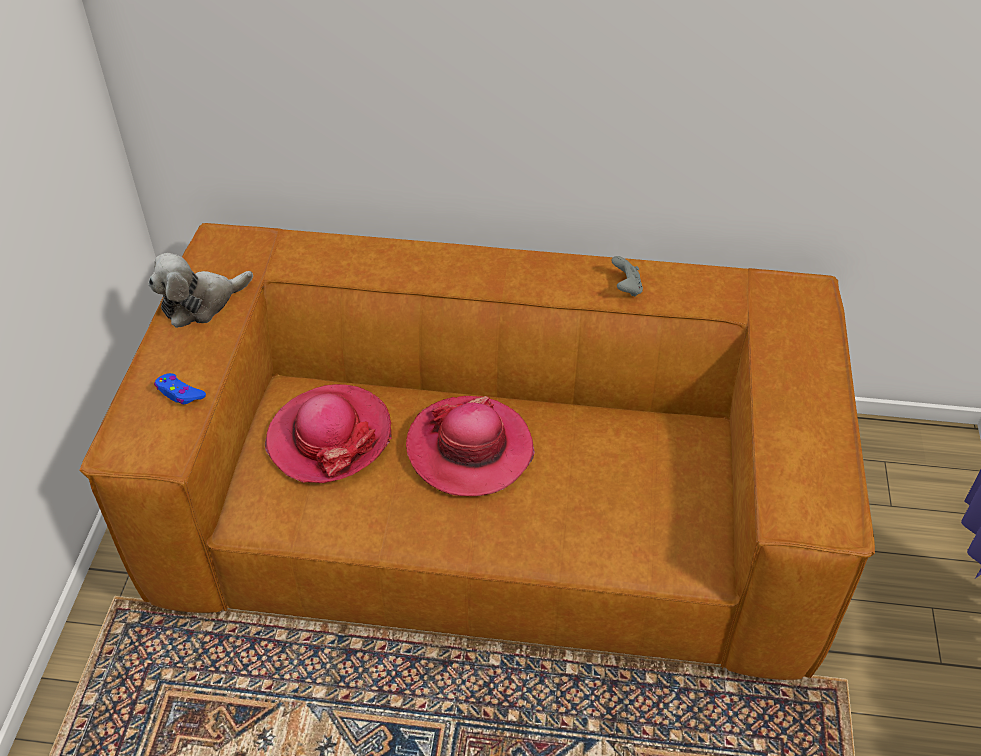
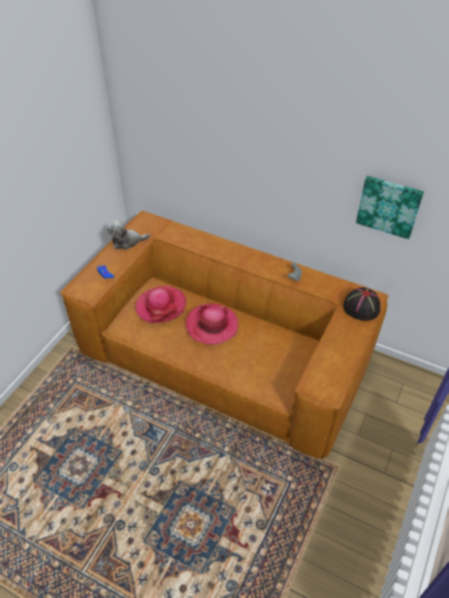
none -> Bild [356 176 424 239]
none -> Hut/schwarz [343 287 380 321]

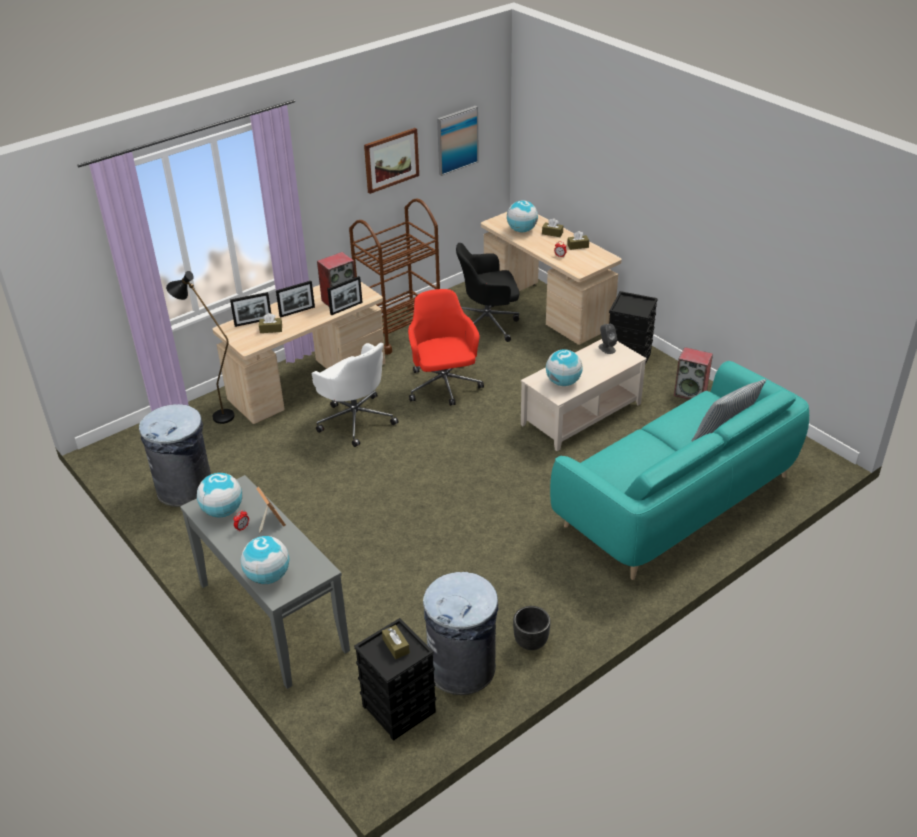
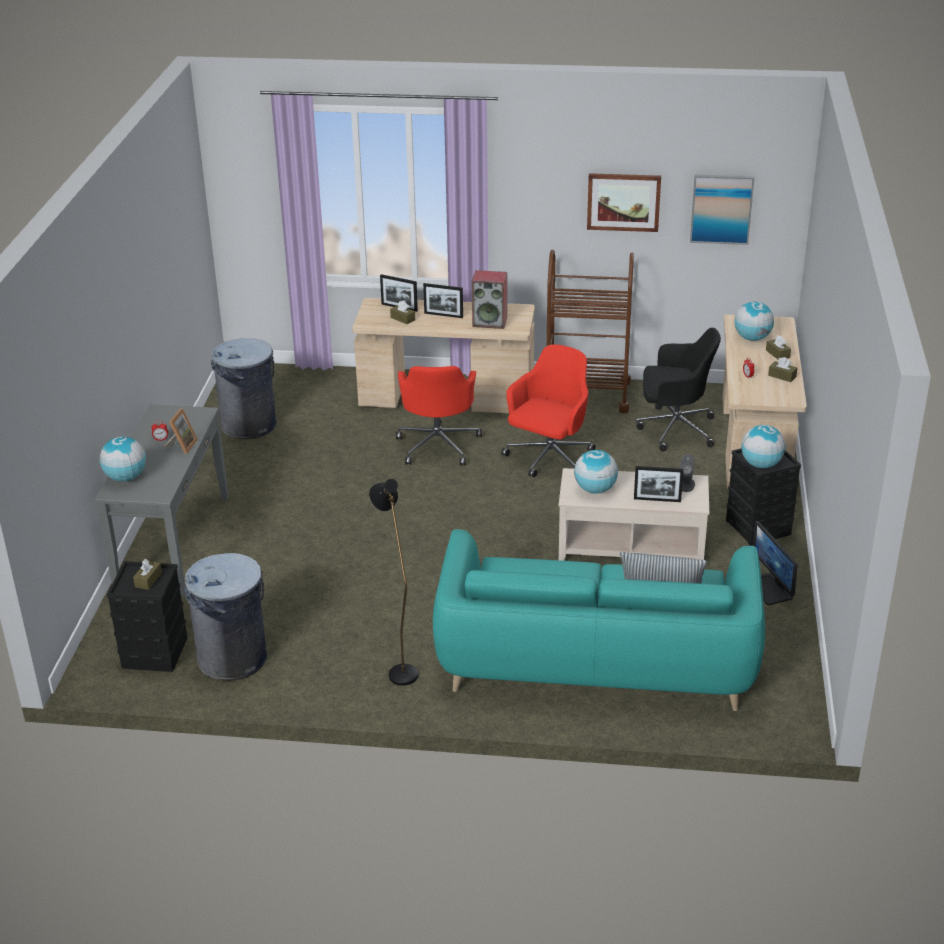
Bürostuhl/schwarz [456 243 519 342] -> Bürostuhl/schwarz [636 328 721 452], 150 degrees clockwise
Stehlampe/schwarz [166 271 234 424] -> Stehlampe/schwarz [369 479 418 686], shifted
Bilderrahmen [327 276 363 315] -> Bilderrahmen [634 466 684 502], shifted
Bürostuhl/weiß [312 343 398 447] -> Bürostuhl/rot [396 366 482 465]
Lautsprecher [674 347 713 400] -> Monitor [753 521 798 605]
Globus [197 473 242 518] -> Globus [741 425 786 468], shifted
Pflanzkübel/schwarz [513 606 550 650] -> none

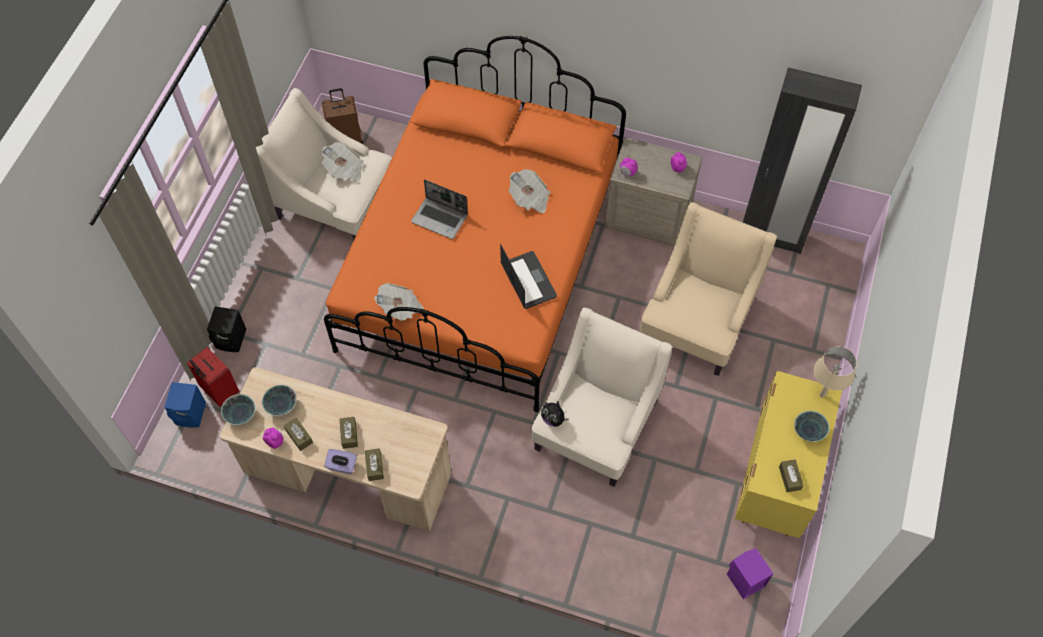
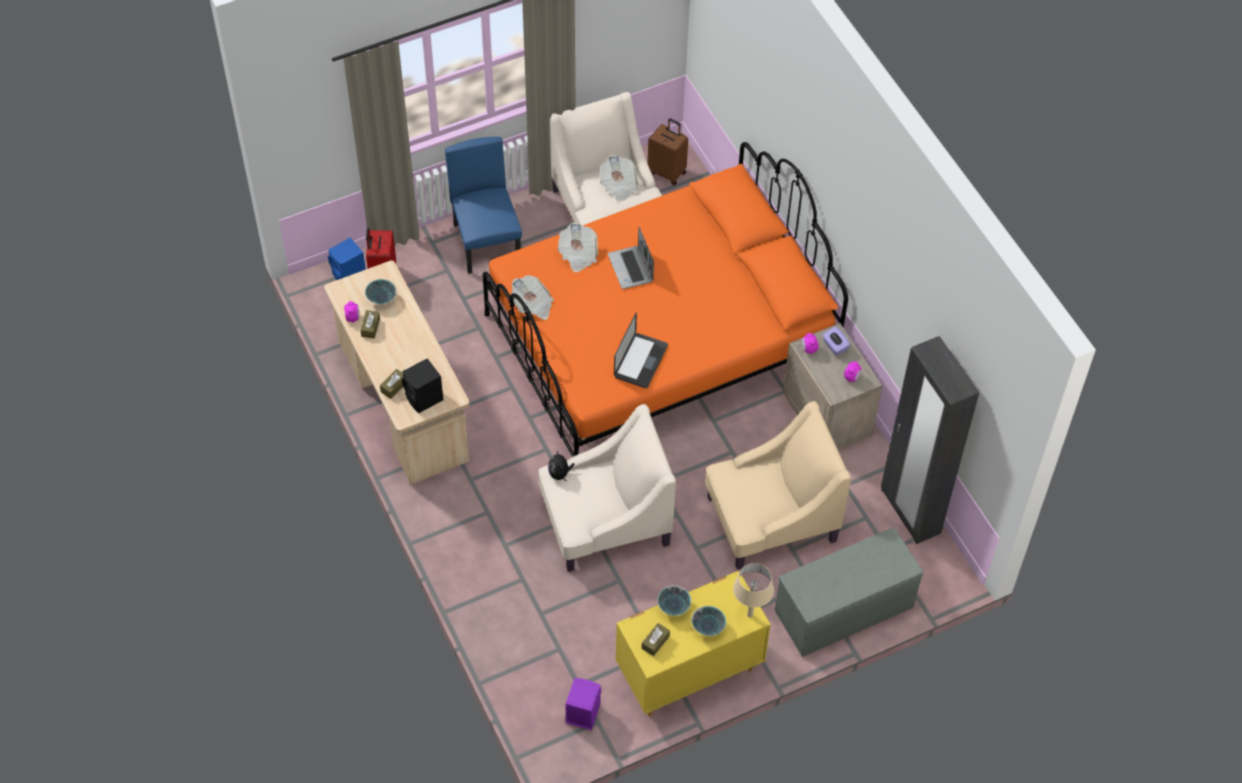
Zeitung [509 169 550 213] -> Zeitung [557 222 598 272], shifted
Lautsprecher/schwarz [207 306 246 352] -> Lautsprecher/schwarz [402 358 443 413], shifted
Schüssel [221 394 255 425] -> Schüssel [657 585 691 616], shifted
Taschentuchbox/braun [340 417 358 449] -> none
Taschentuchbox/lila [324 449 357 474] -> Taschentuchbox/lila [822 326 850 356], shifted
none -> Stuhl/blau [445 137 522 274]
none -> Bank/grau [775 527 923 657]

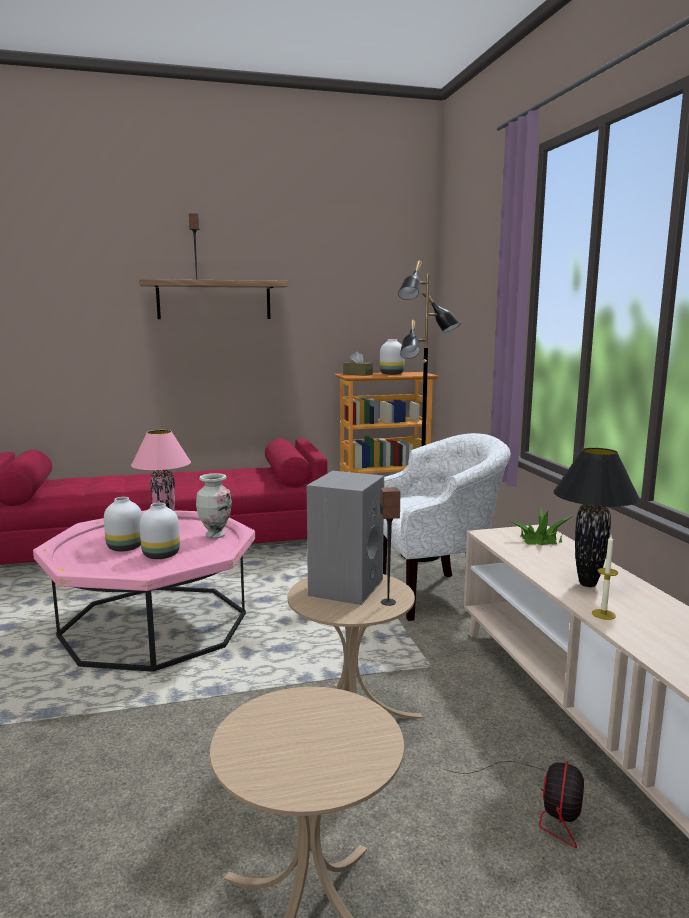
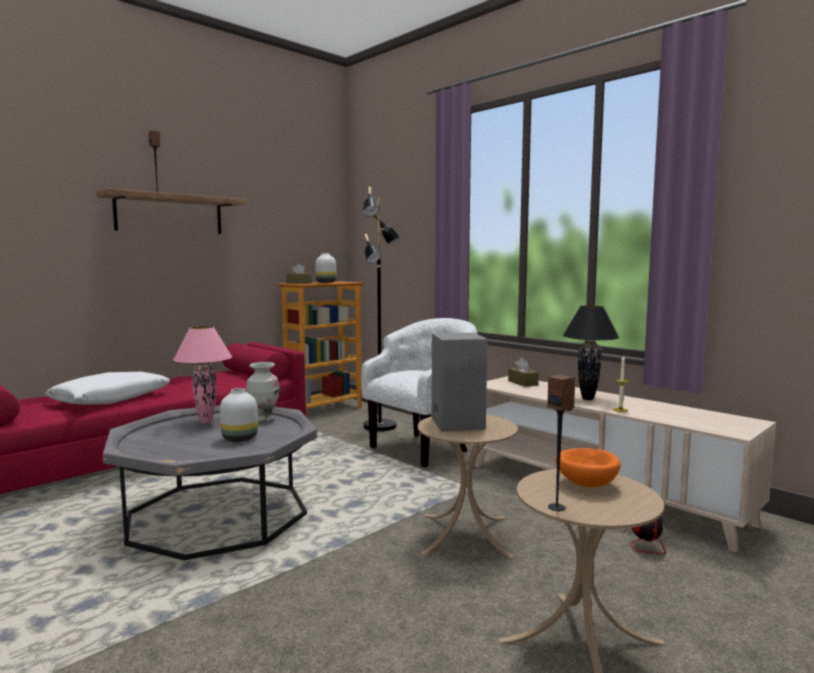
Lautsprecher [380 487 401 606] -> Lautsprecher [547 375 575 511], shifted
Vase/weiß [104 497 142 552] -> none
Topfpflanze [508 508 575 545] -> Taschentuchbox/braun [508 358 539 387]
Couchtisch/rosa [33 510 255 672] -> Couchtisch/grau [103 405 317 560]
none -> Kissen/weiß [45 372 171 405]
none -> Schüssel/orange [555 448 621 487]

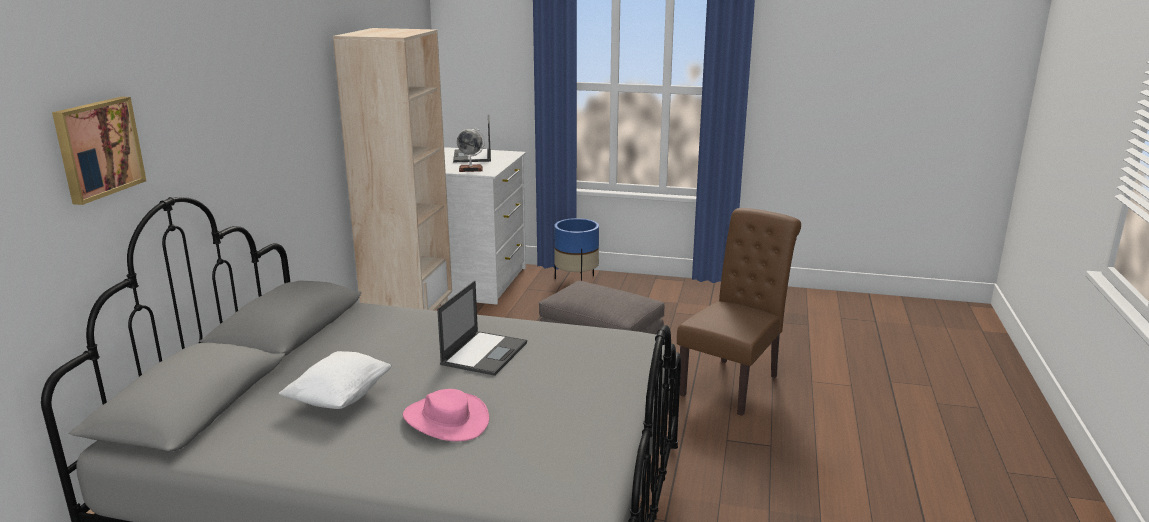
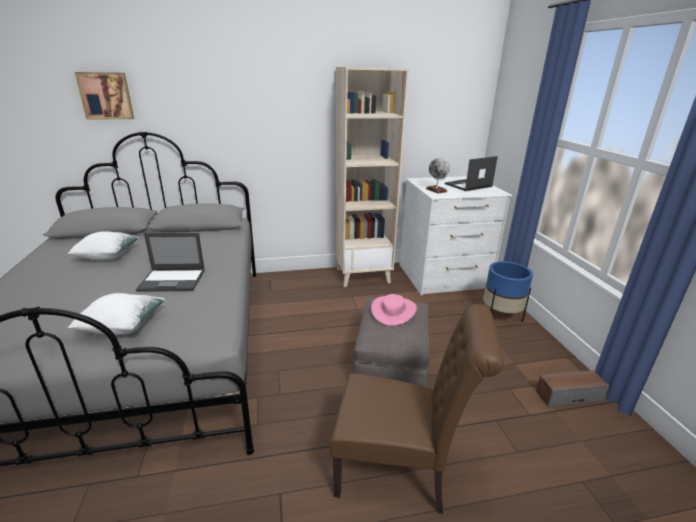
Hut/rosa [403 389 489 441] -> Hut/rosa [371 294 417 326], shifted
none -> Kissen/weiß [68 293 165 335]
none -> Lautsprecher [536 370 609 407]

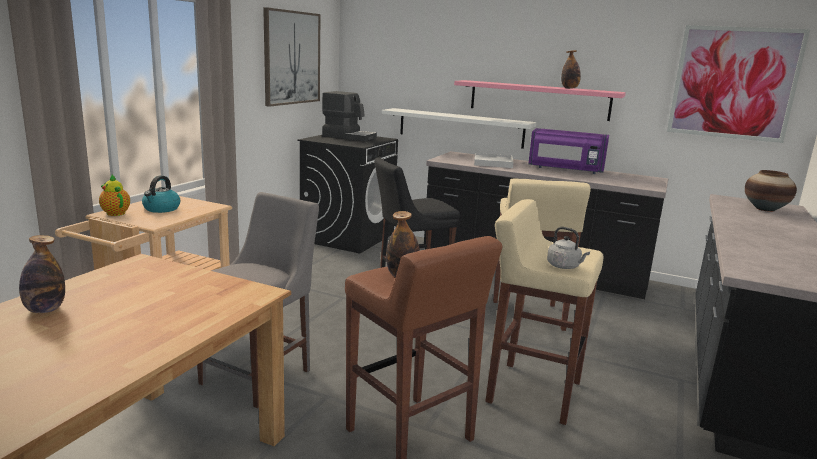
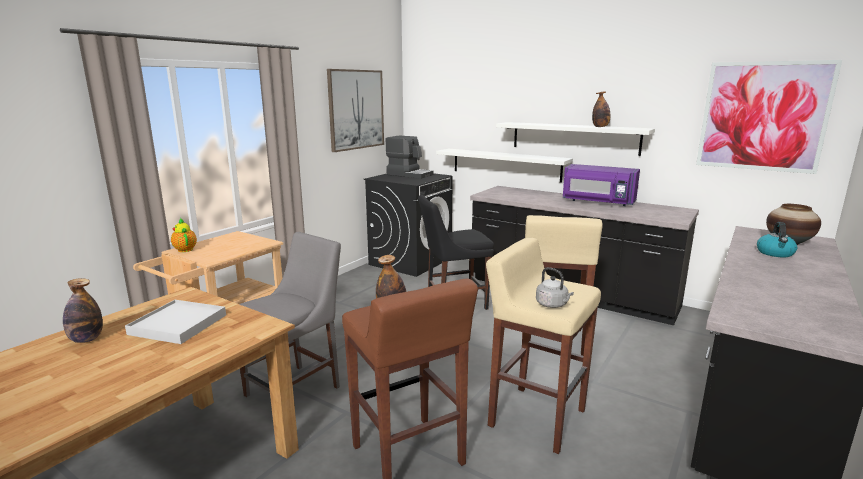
Wandregal/rosa [454 80 626 121] -> Wandregal/weiß [496 122 655 156]
Tablett/weiß [474 153 513 168] -> Tablett/weiß [125 300 226 344], shifted
Wasserkessel [142 175 180 213] -> Wasserkessel [757 222 798 257], shifted

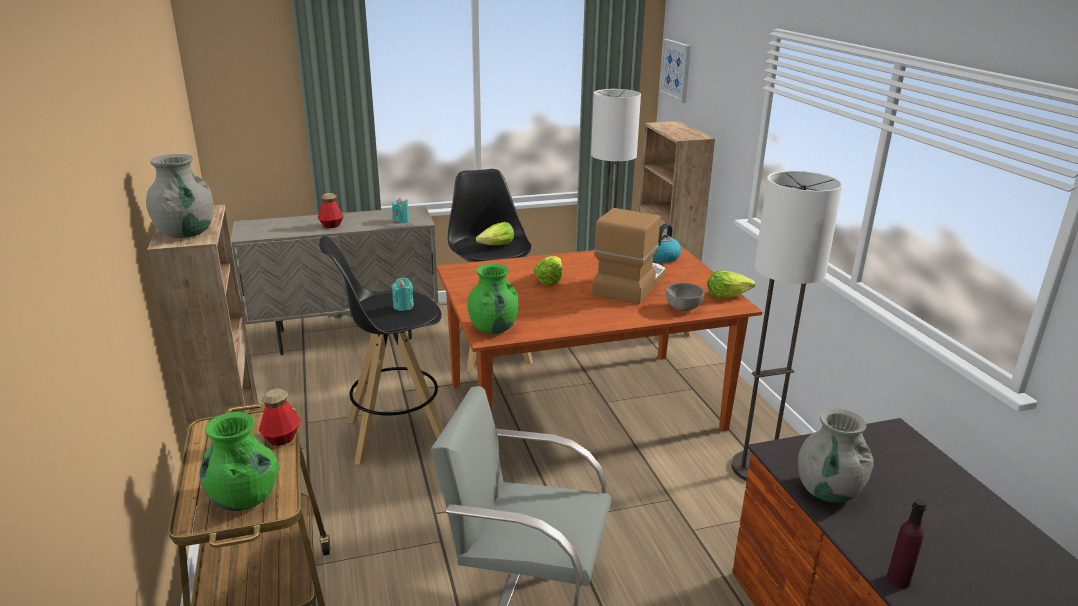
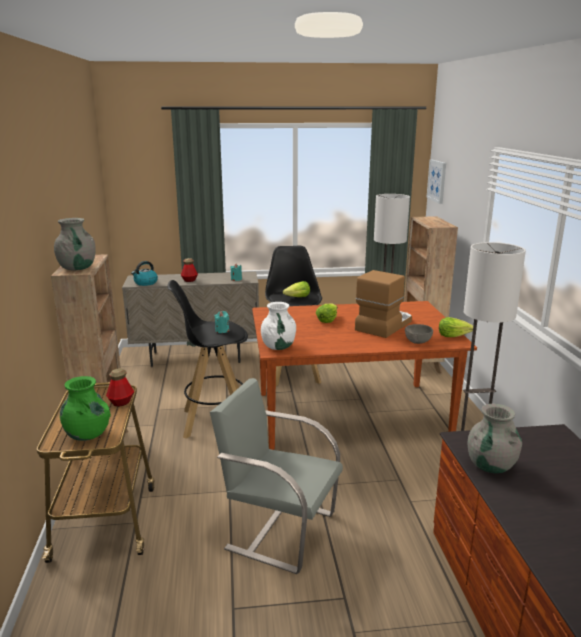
Wasserkessel [653 224 681 263] -> Wasserkessel [131 261 158 286], shifted
Vase/grün [467 264 518 334] -> Vase/weiß [261 302 296 350]
Flasche/lila [886 499 926 589] -> none

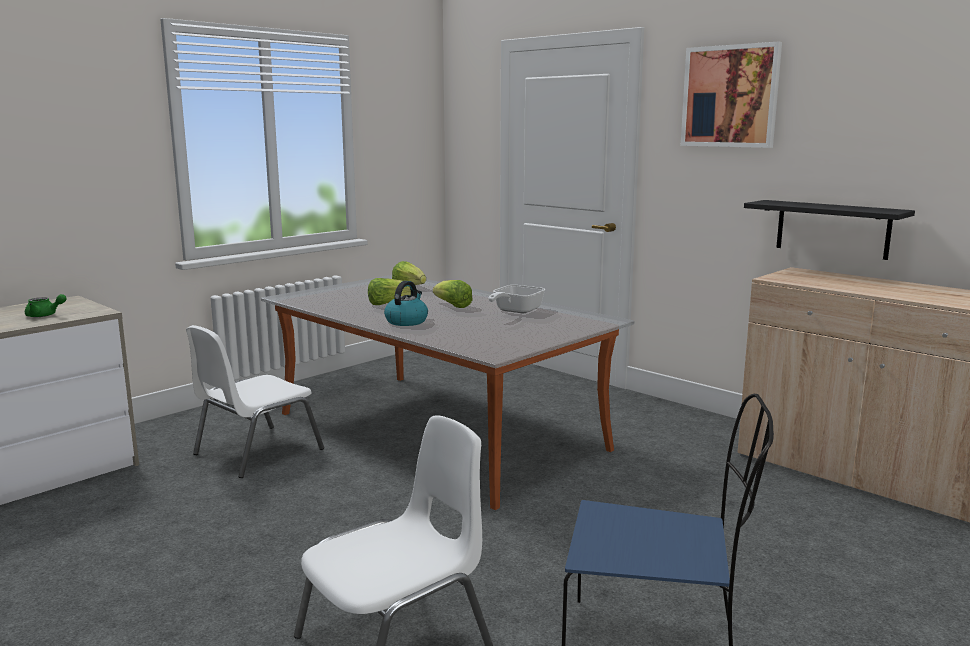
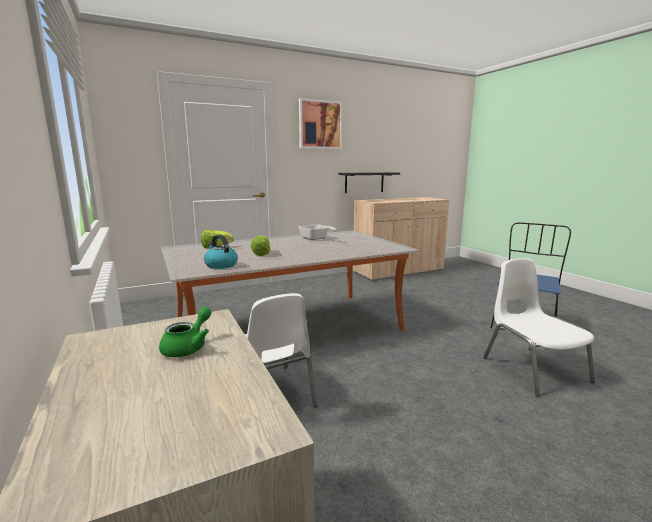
Salatkopf [433 280 473 308] -> none
Wasserkessel [384 281 428 326] -> Wasserkessel [204 235 238 269], shifted

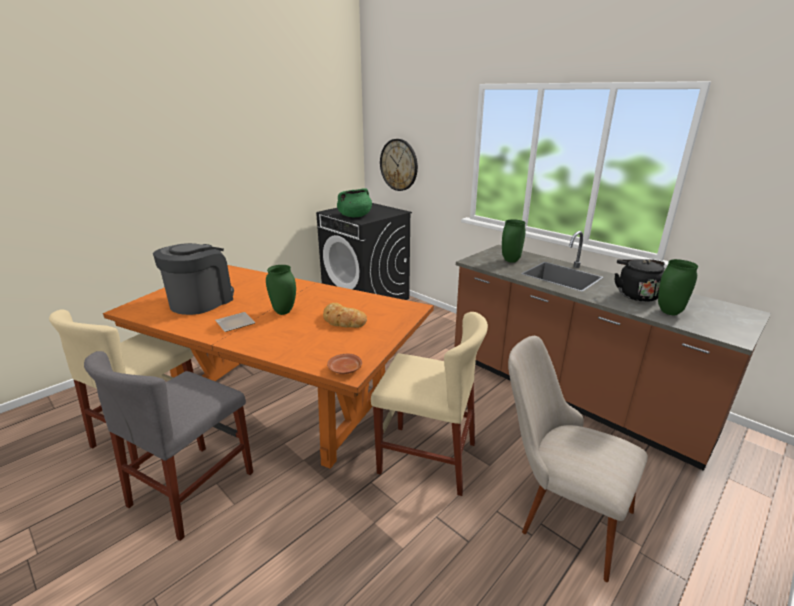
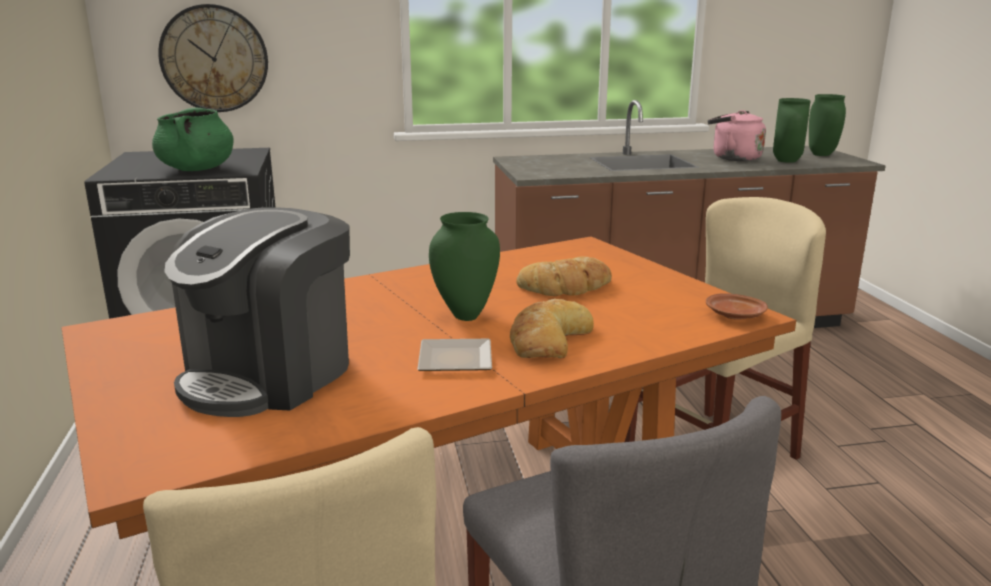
Vase/grün [502 219 526 263] -> Vase/grün [809 94 846 156], shifted
Kaffeemaschine [153 243 234 315] -> Kaffeemaschine [164 207 350 417], 120 degrees counterclockwise
Wasserkessel/schwarz [615 259 665 302] -> Wasserkessel/rosa [708 110 766 161]
Stuhl/beige [508 336 648 582] -> none
none -> Brot [510 299 594 358]

